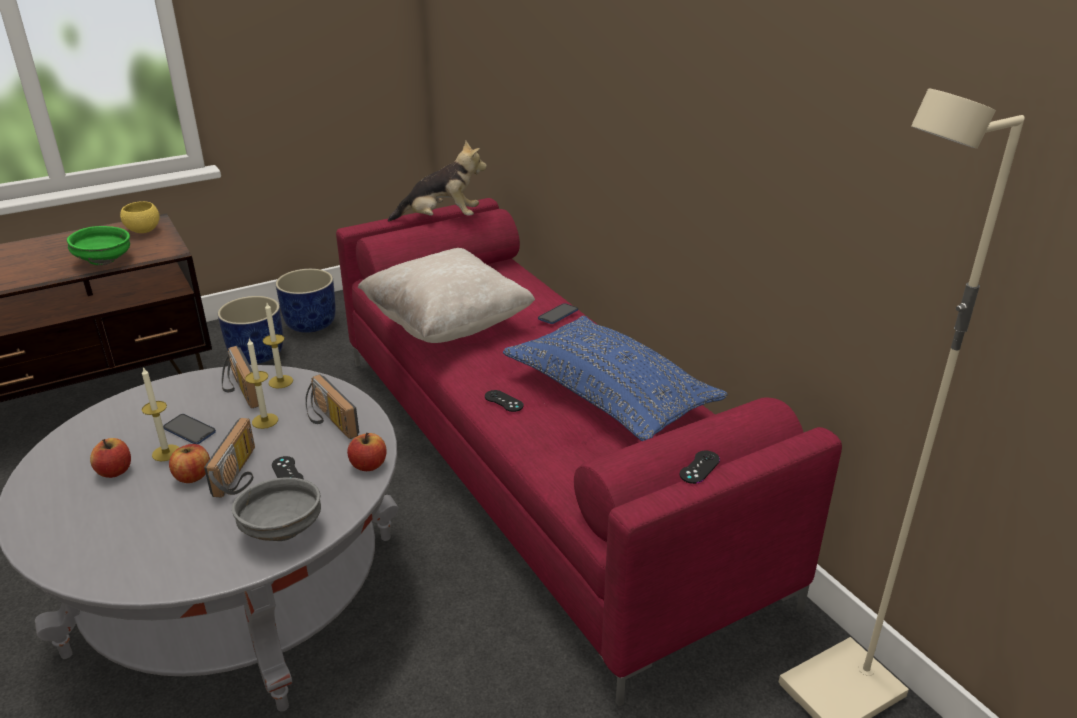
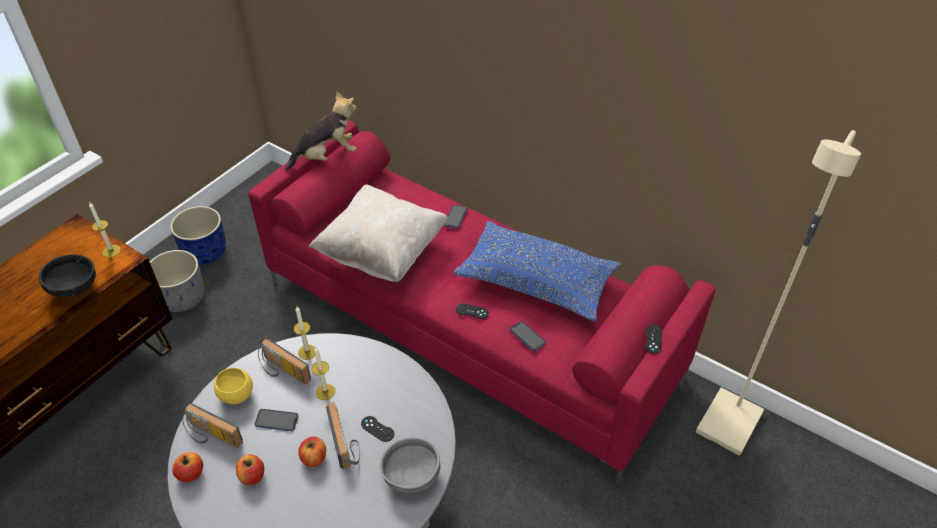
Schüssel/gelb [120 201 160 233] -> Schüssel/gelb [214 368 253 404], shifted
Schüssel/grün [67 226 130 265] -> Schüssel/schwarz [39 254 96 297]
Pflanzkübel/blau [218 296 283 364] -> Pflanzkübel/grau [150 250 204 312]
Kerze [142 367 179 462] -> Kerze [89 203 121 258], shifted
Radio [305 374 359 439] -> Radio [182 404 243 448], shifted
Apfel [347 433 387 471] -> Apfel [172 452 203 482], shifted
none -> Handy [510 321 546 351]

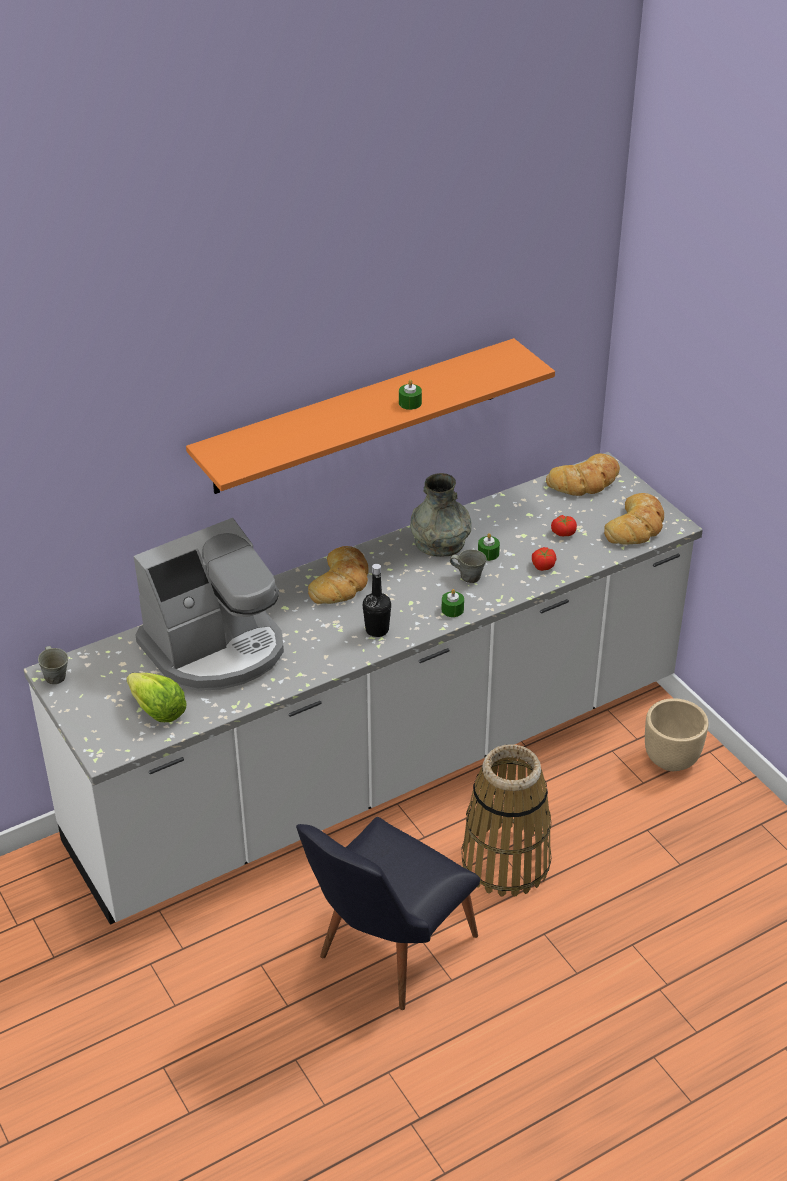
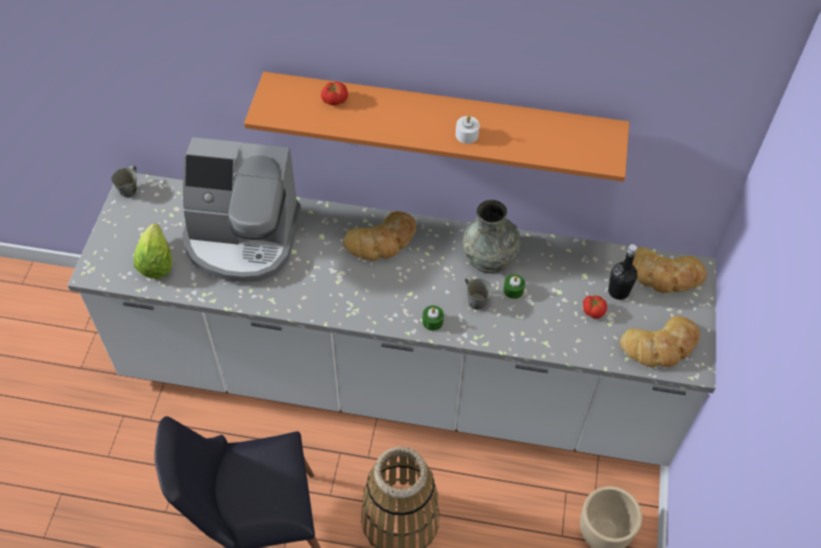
Kerze/grün [399 379 422 410] -> Kerze/weiß [456 115 480 144]
Tomate [532 547 556 571] -> Tomate [321 82 348 105], shifted
Flasche/schwarz [363 564 391 637] -> Flasche/schwarz [608 244 637 300], shifted

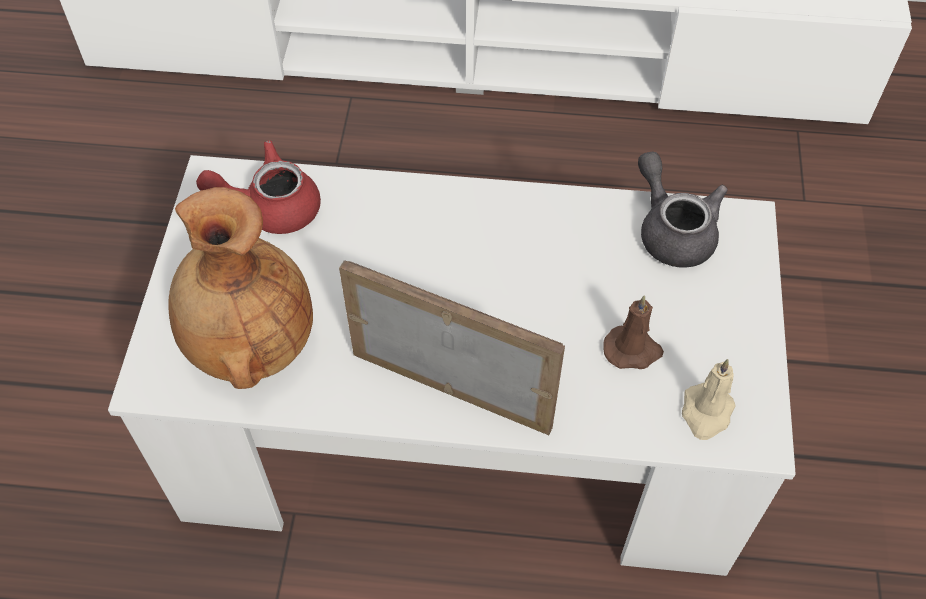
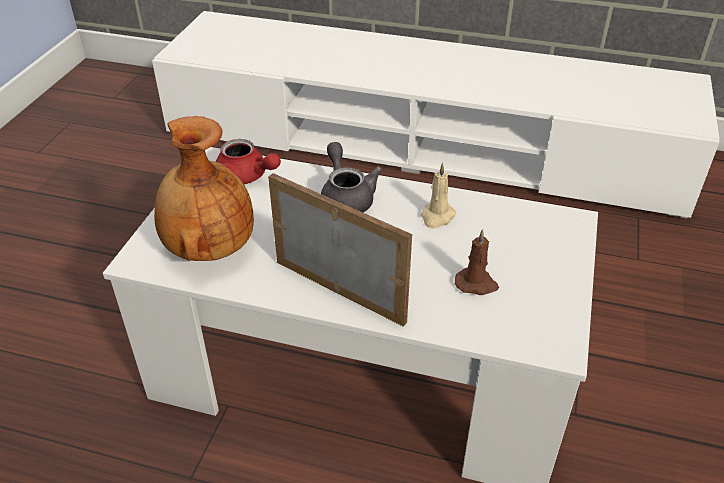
Teekanne/rot [196 141 321 234] -> Teekanne/rot [216 139 281 184], 150 degrees counterclockwise
Teekanne/grau [638 152 728 268] -> Teekanne/grau [321 142 382 212], shifted
Kerze/beige [682 359 736 440] -> Kerze/beige [421 163 456 229], shifted

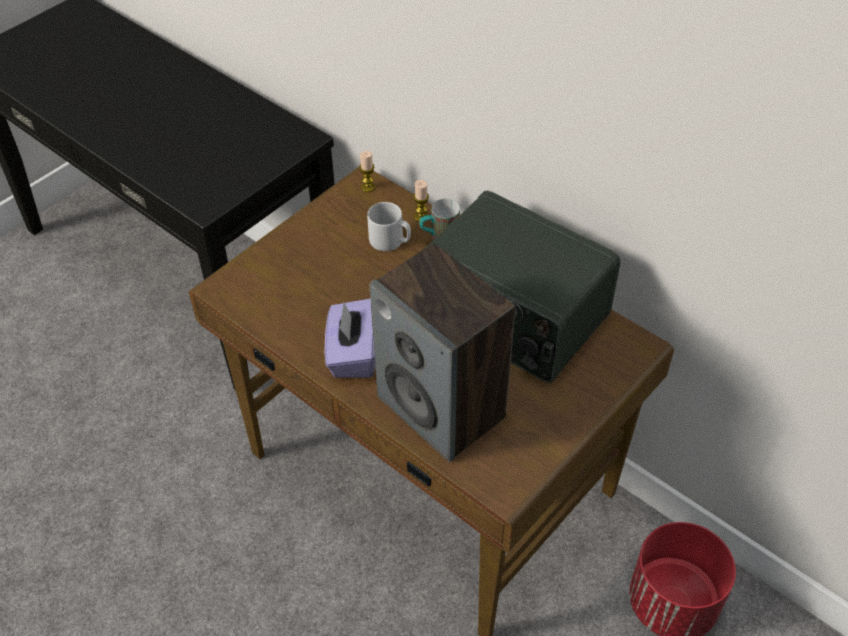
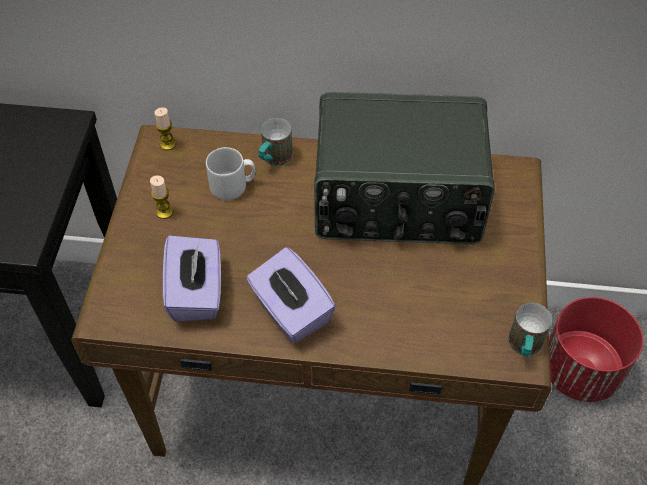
Kerze [413 180 429 222] -> Kerze [150 175 173 219], shifted
Lautsprecher [370 243 515 462] -> none
none -> Taschentuchbox/lila [162 236 221 322]
none -> Henkelbecher [508 303 552 356]

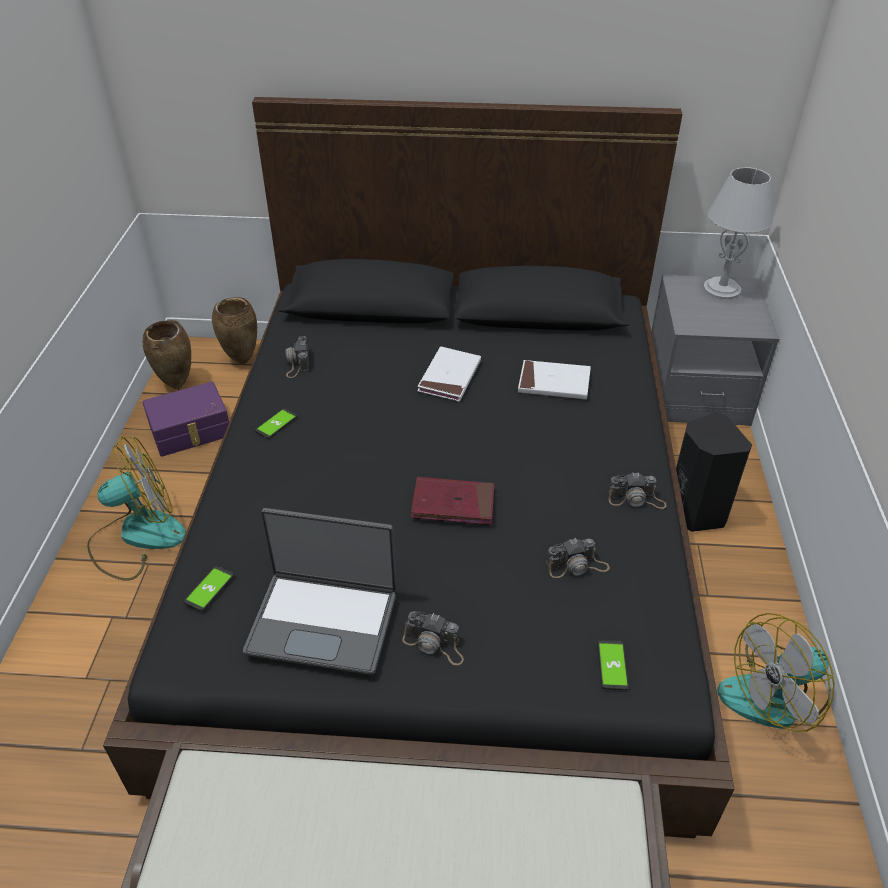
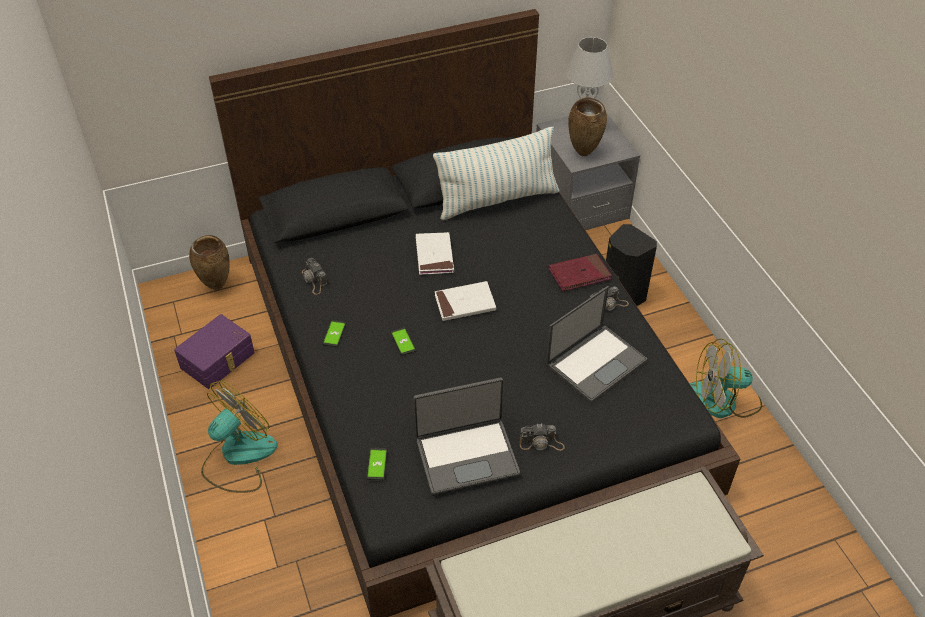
Vase/braun [143 320 191 389] -> Vase/braun [568 97 607 156], shifted
Buch/weiß [518 360 591 399] -> Buch/weiß [435 281 496 321], shifted
Buch/rot [411 477 494 525] -> Buch/rot [549 254 612 291], shifted
Kamera [546 538 610 578] -> Laptop [546 286 648 403]
Ventilator [717 613 835 732] -> Ventilator [690 338 762 418], 45 degrees clockwise
Handy [597 640 629 690] -> Handy [390 327 416 355], shifted
none -> Kissen [433 126 559 220]

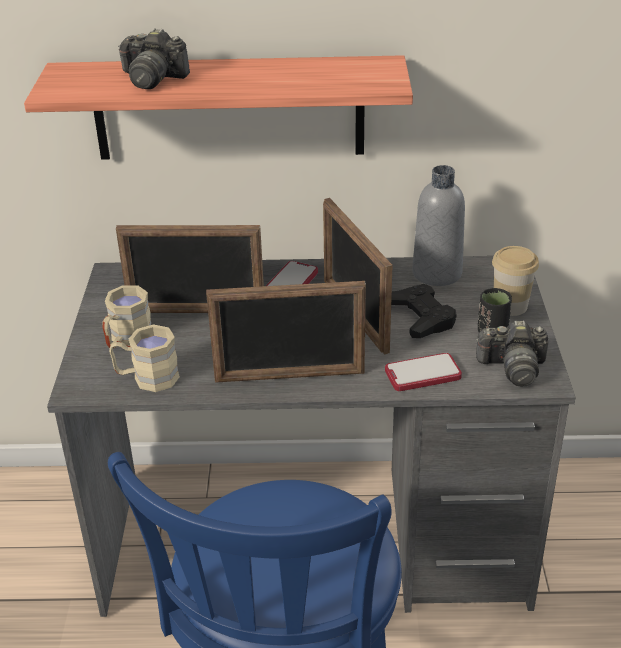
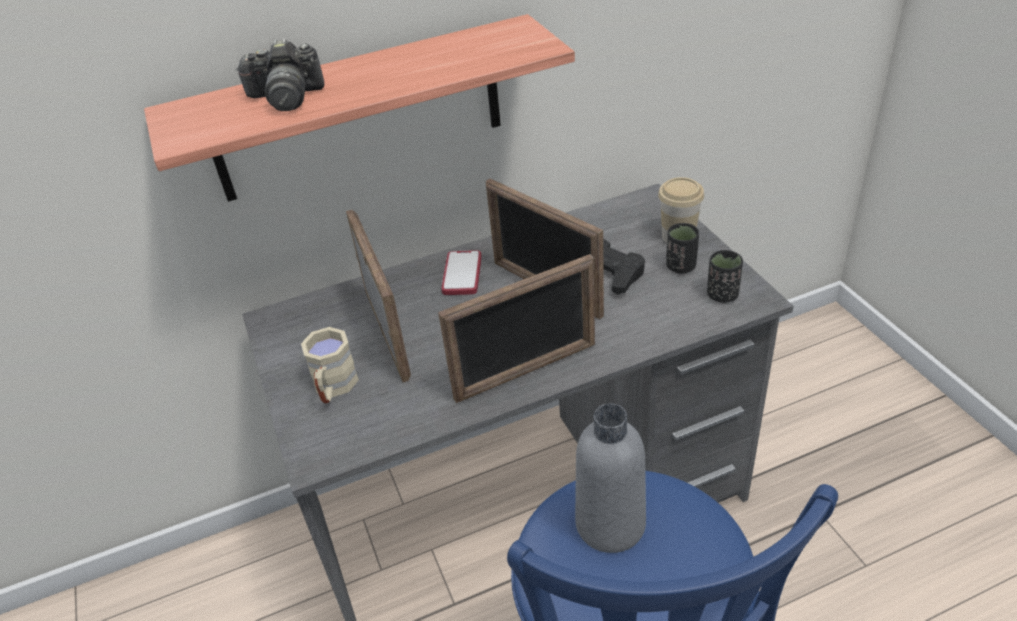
Flasche/grau [412 165 465 286] -> Flasche/grau [575 403 646 553], shifted
Bilderrahmen [116 225 264 313] -> Bilderrahmen [346 209 411 382], 90 degrees counterclockwise
Kamera [476 321 549 386] -> Tasse/schwarz [707 250 743 303]
Henkelbecher/beige [109 324 180 392] -> none
Handy [385 353 462 391] -> none

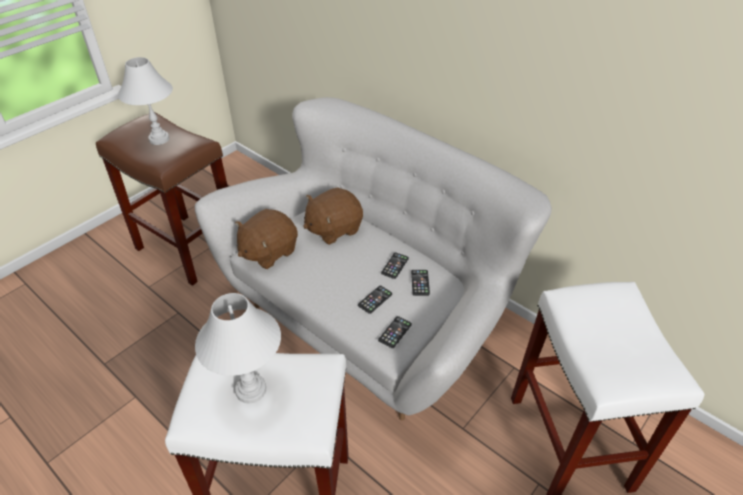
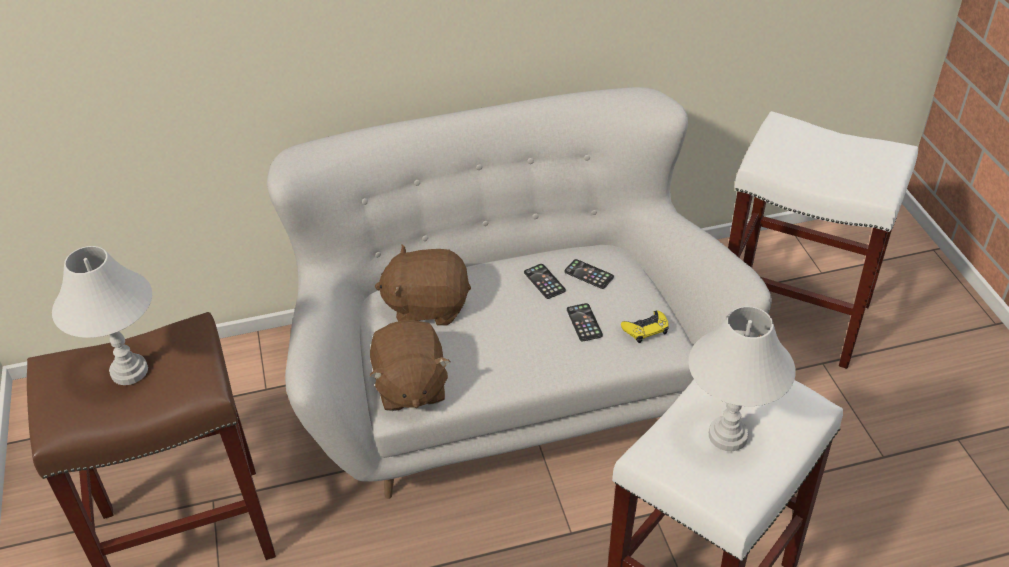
Plüschtier/braun [303 187 363 245] -> Plüschtier/braun [375 244 471 326], 90 degrees clockwise
Handy [378 316 412 348] -> Gamepad/gelb [621 310 669 343]

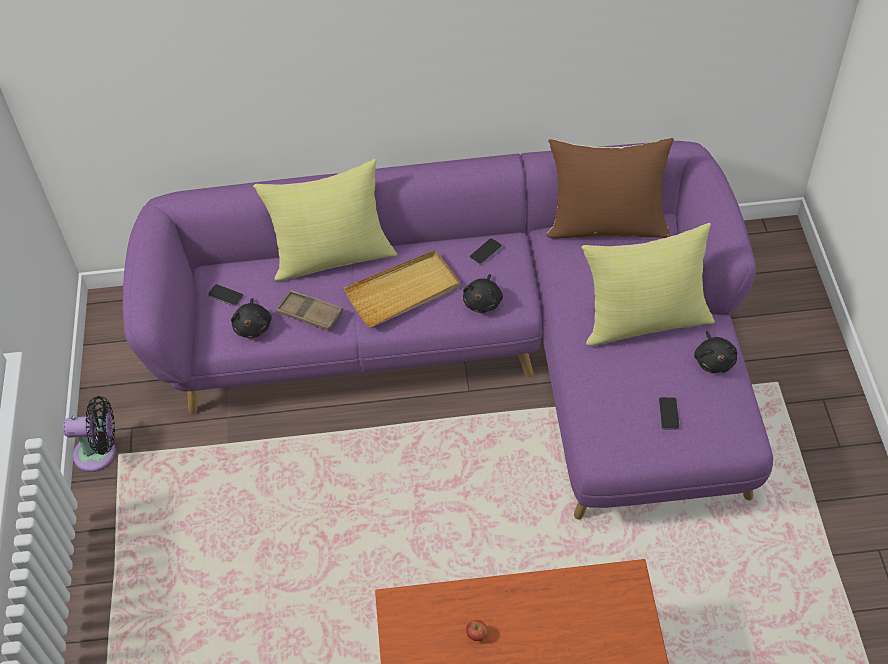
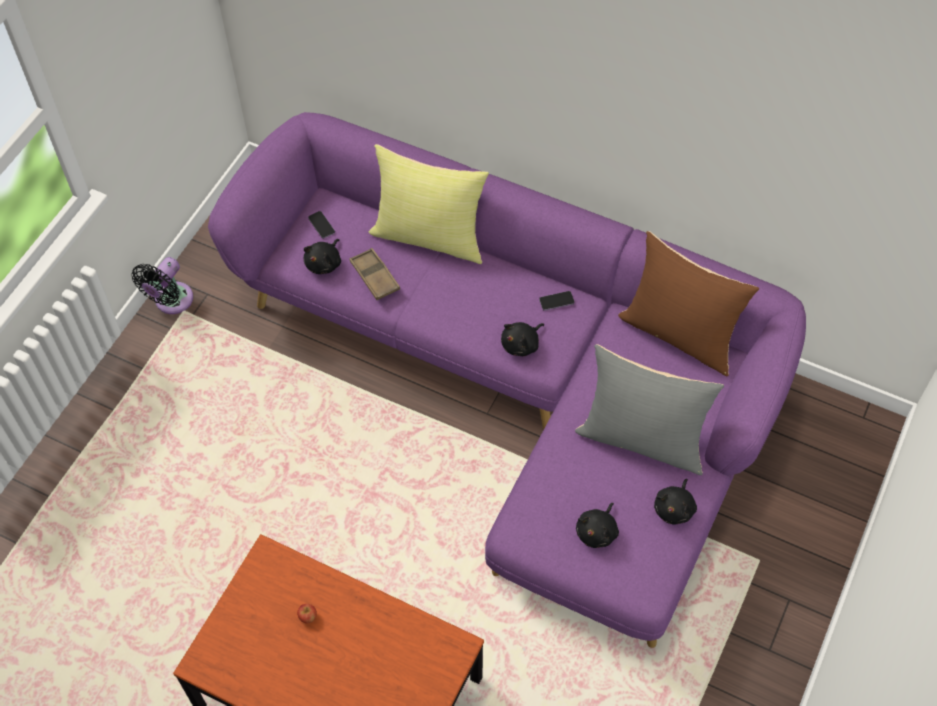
Kissen/gelb [581 223 715 346] -> Kissen/grau [575 344 724 475]
Tablett/beige [344 250 460 328] -> none
Ventilator/schwarz [63 396 116 472] -> Ventilator/schwarz [131 257 193 314], 90 degrees clockwise
Handy [659 397 680 430] -> Plüschtier/schwarz [576 503 619 548]

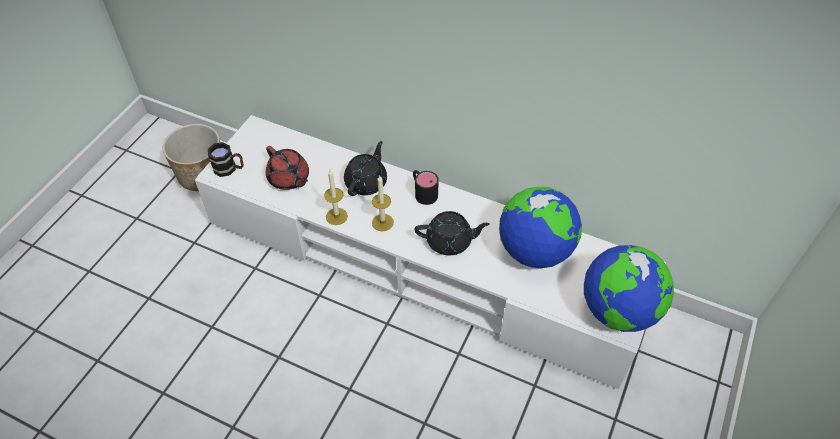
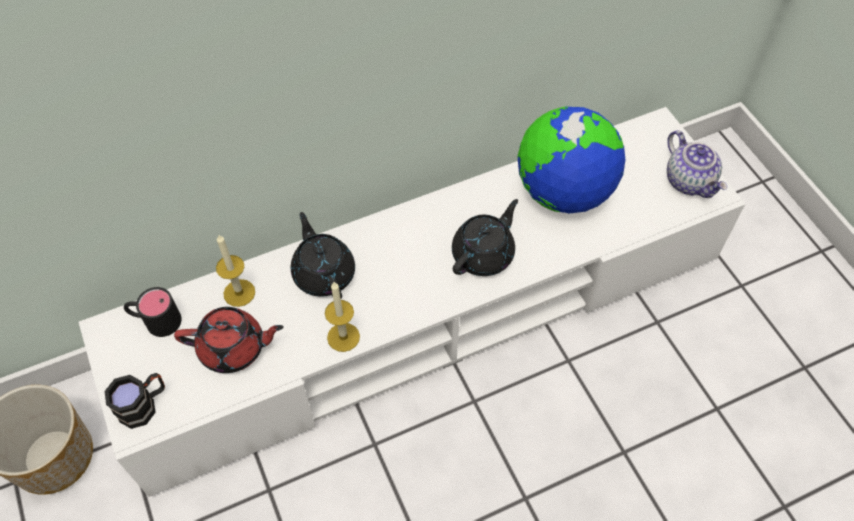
Henkelbecher/schwarz [413 170 439 205] -> Henkelbecher/schwarz [124 287 182 337], shifted
Kerze [372 176 394 231] -> Kerze [216 234 255 307], shifted
Globus [584 245 674 332] -> Teekanne [667 131 728 198]

